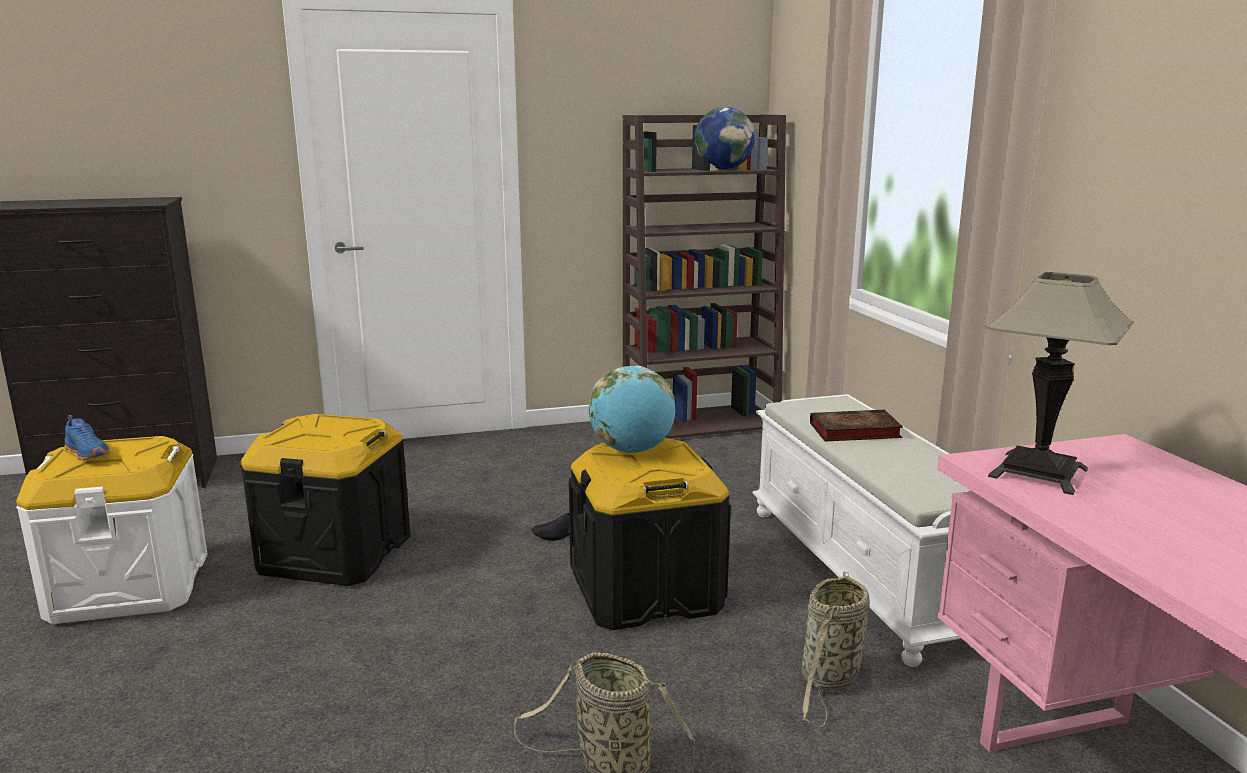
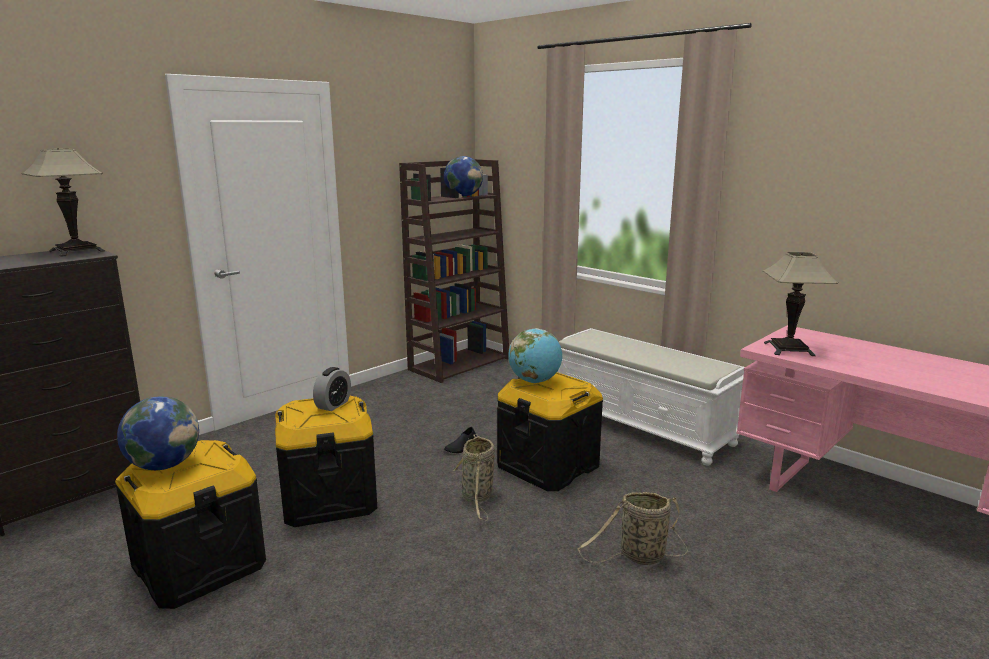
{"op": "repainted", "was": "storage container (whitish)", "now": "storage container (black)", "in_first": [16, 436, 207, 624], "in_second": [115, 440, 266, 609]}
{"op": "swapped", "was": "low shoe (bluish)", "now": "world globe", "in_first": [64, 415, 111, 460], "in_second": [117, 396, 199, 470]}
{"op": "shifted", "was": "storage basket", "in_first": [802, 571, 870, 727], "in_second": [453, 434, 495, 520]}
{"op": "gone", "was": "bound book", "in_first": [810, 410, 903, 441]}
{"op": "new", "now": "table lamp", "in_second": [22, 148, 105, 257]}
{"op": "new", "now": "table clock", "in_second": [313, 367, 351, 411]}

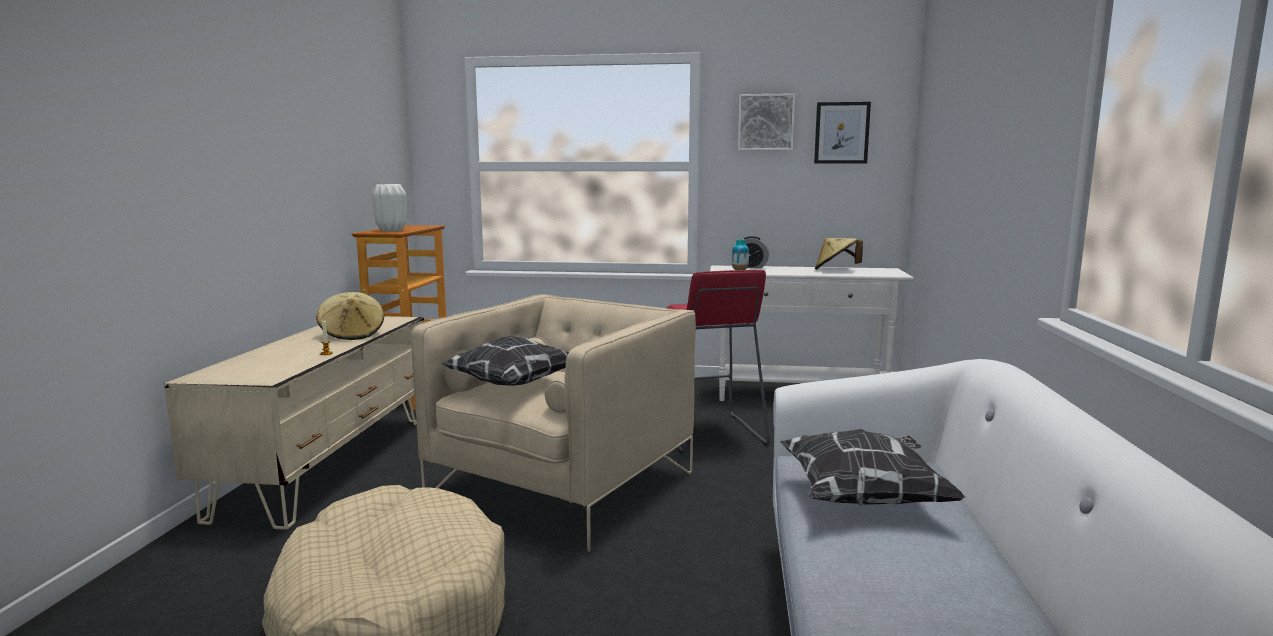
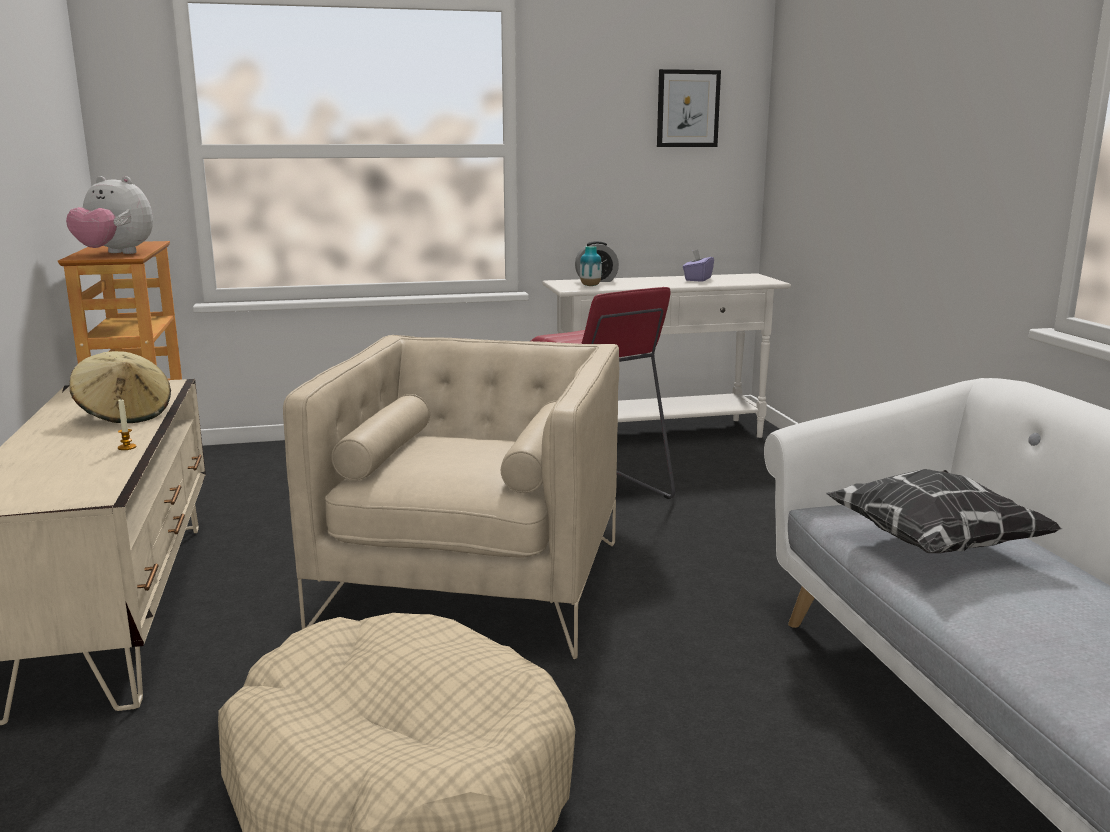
{"op": "swapped", "was": "flower vase (whitish)", "now": "plush toy", "in_first": [372, 184, 407, 232], "in_second": [66, 176, 153, 254]}
{"op": "gone", "was": "pillow", "in_first": [441, 336, 569, 386]}
{"op": "gone", "was": "picture", "in_first": [738, 93, 795, 150]}
{"op": "swapped", "was": "hat (beige-coloured)", "now": "tissue box (purplish)", "in_first": [815, 238, 863, 270], "in_second": [683, 249, 714, 282]}

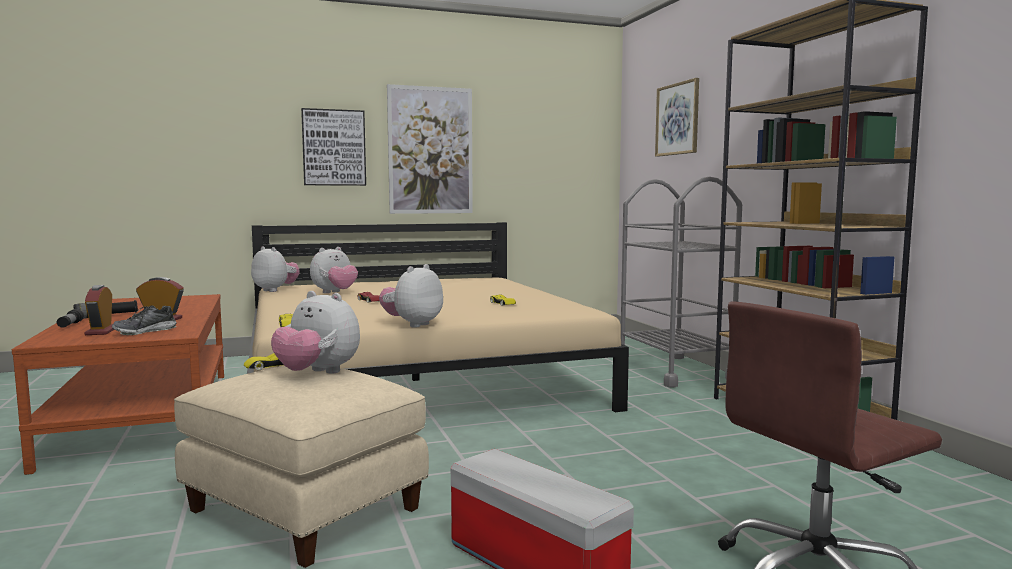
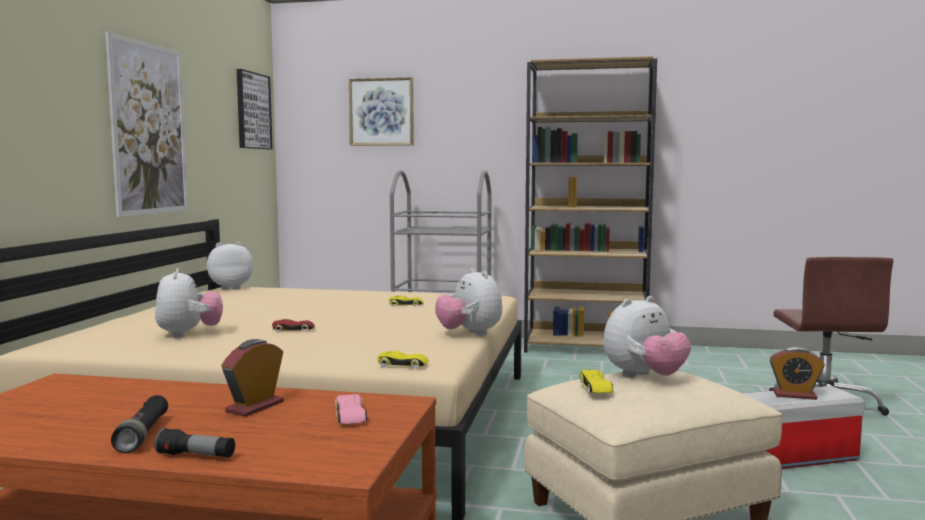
{"op": "shifted", "was": "table clock", "in_first": [84, 285, 114, 335], "in_second": [769, 347, 825, 400]}
{"op": "swapped", "was": "low shoe", "now": "miniature car (pink)", "in_first": [112, 305, 177, 335], "in_second": [335, 394, 367, 425]}
{"op": "shifted", "was": "plush toy", "in_first": [251, 246, 300, 292], "in_second": [207, 242, 253, 290]}
{"op": "shifted", "was": "picture", "in_first": [301, 108, 366, 186], "in_second": [237, 69, 273, 149]}

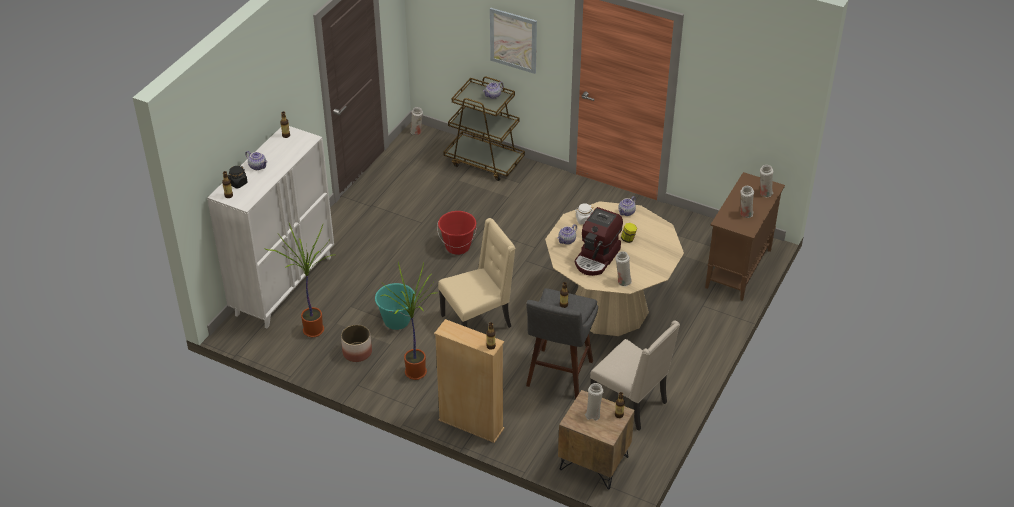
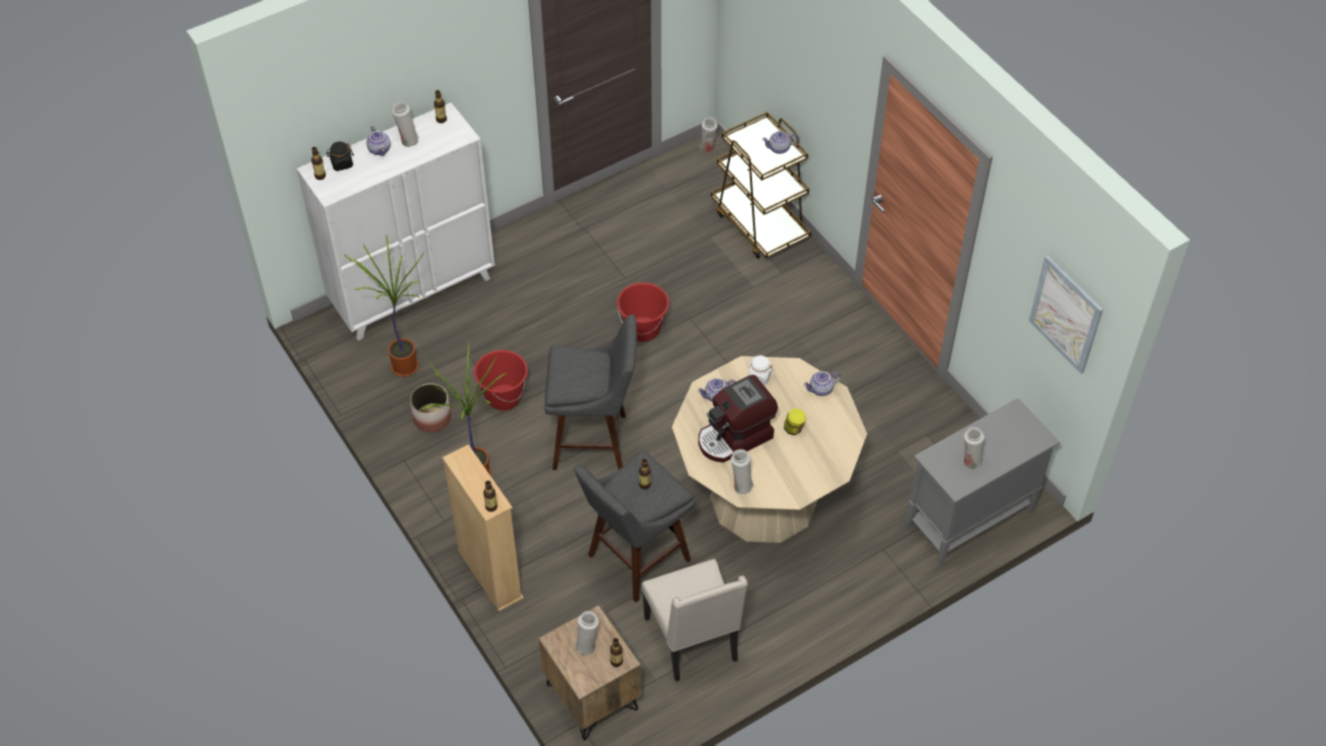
{"op": "repainted", "was": "bucket (turquoise-coloured)", "now": "bucket (reddish)", "in_first": [375, 283, 416, 330], "in_second": [474, 350, 528, 411]}
{"op": "swapped", "was": "plain chair (beige-coloured)", "now": "sitting stool (gray)", "in_first": [438, 218, 515, 328], "in_second": [544, 315, 637, 470]}
{"op": "shifted", "was": "picture", "in_first": [490, 8, 537, 74], "in_second": [1029, 255, 1103, 374]}
{"op": "repainted", "was": "cupboard (brown)", "now": "cupboard (gray)", "in_first": [705, 172, 785, 301], "in_second": [905, 398, 1060, 567]}
{"op": "shifted", "was": "flower vase (whitish)", "in_first": [760, 165, 774, 197], "in_second": [392, 102, 418, 147]}

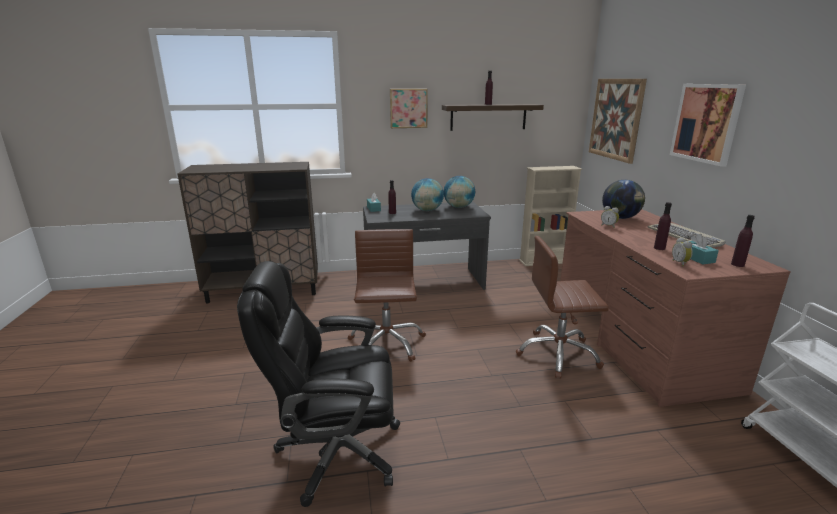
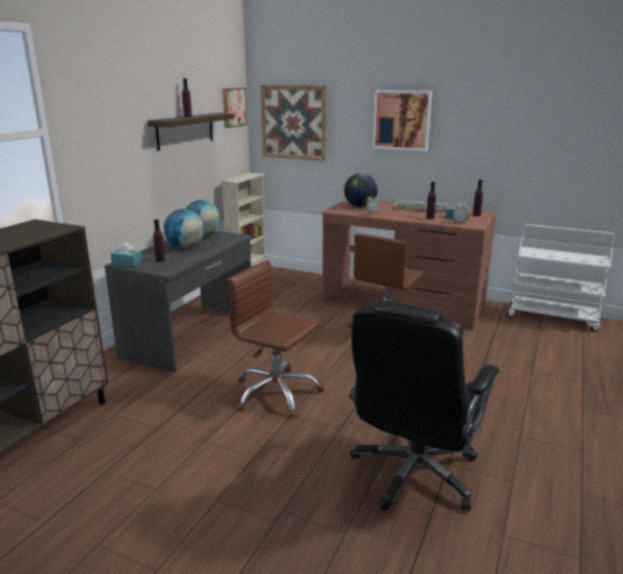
{"op": "shifted", "was": "picture", "in_first": [390, 89, 428, 128], "in_second": [222, 88, 247, 128]}

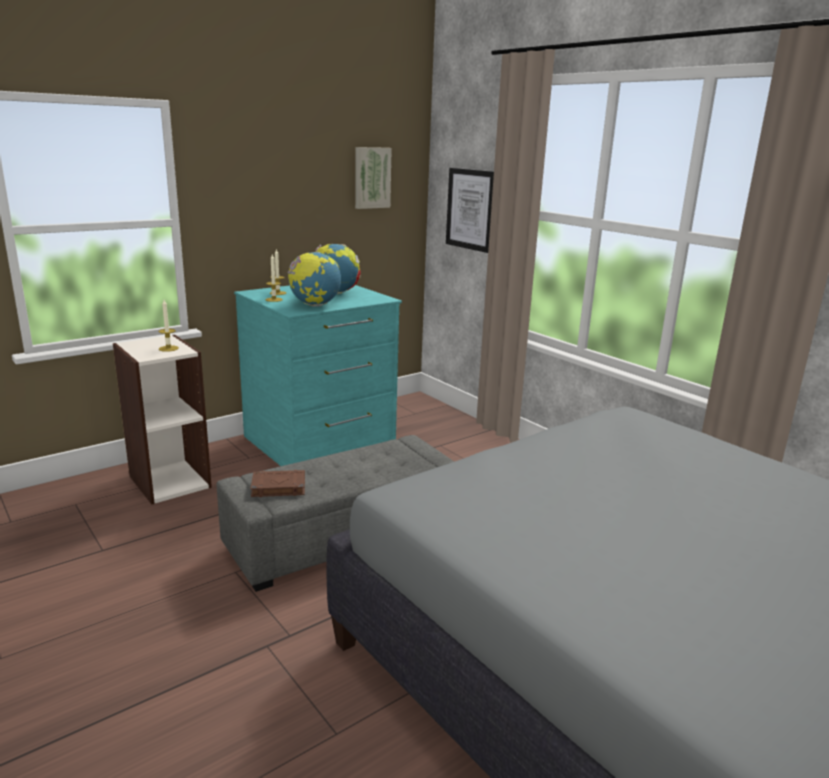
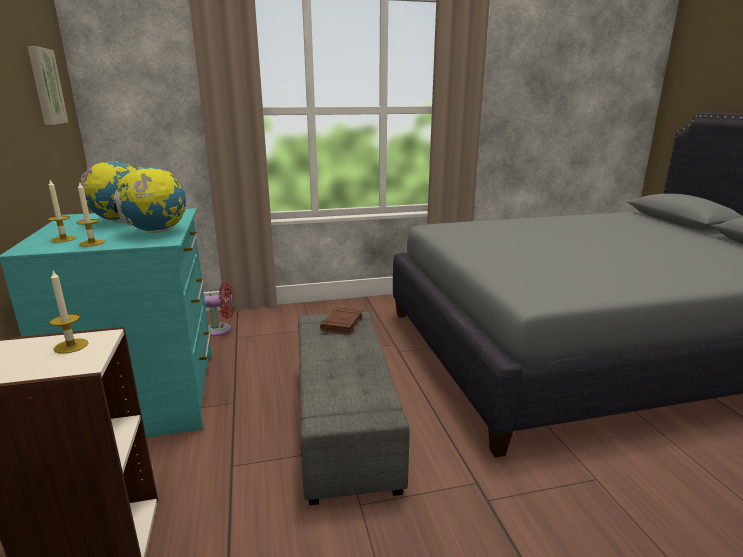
{"op": "shifted", "was": "bound book (brown)", "in_first": [250, 470, 305, 497], "in_second": [320, 307, 363, 335]}
{"op": "gone", "was": "picture", "in_first": [446, 168, 494, 253]}
{"op": "new", "now": "fan (reddish)", "in_second": [204, 283, 234, 336]}

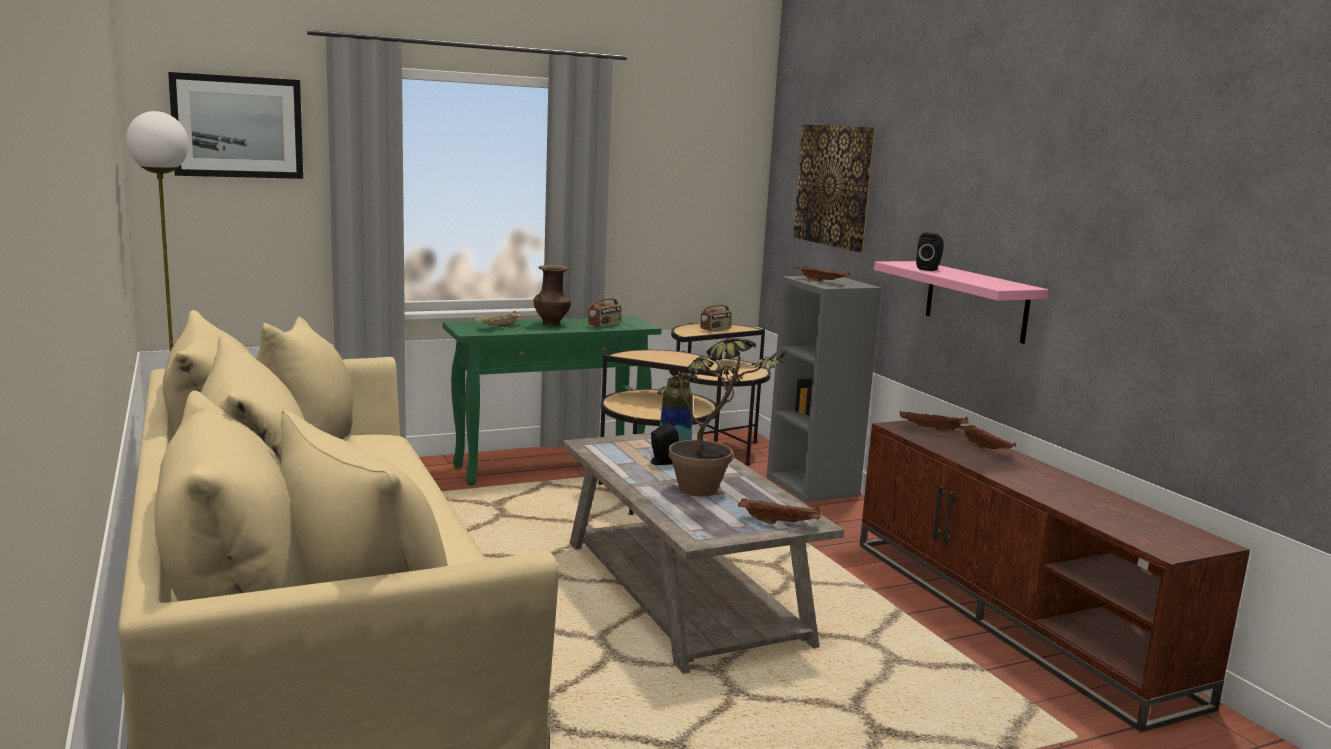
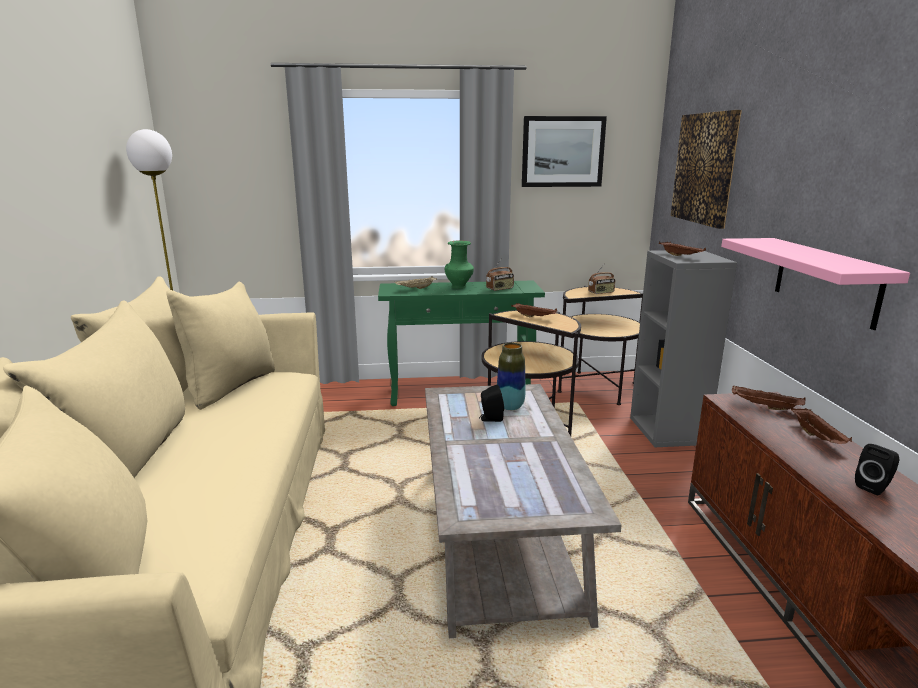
{"op": "shifted", "was": "picture", "in_first": [168, 72, 303, 179], "in_second": [522, 116, 607, 187]}
{"op": "repainted", "was": "flower vase (brown)", "now": "flower vase (green-coloured)", "in_first": [533, 265, 571, 326], "in_second": [445, 240, 474, 289]}
{"op": "gone", "was": "plant in a pot", "in_first": [657, 338, 787, 497]}
{"op": "shifted", "was": "tray (brown)", "in_first": [738, 498, 821, 524], "in_second": [511, 303, 558, 317]}
{"op": "shifted", "was": "audio speaker (black)", "in_first": [916, 232, 944, 271], "in_second": [855, 444, 899, 495]}

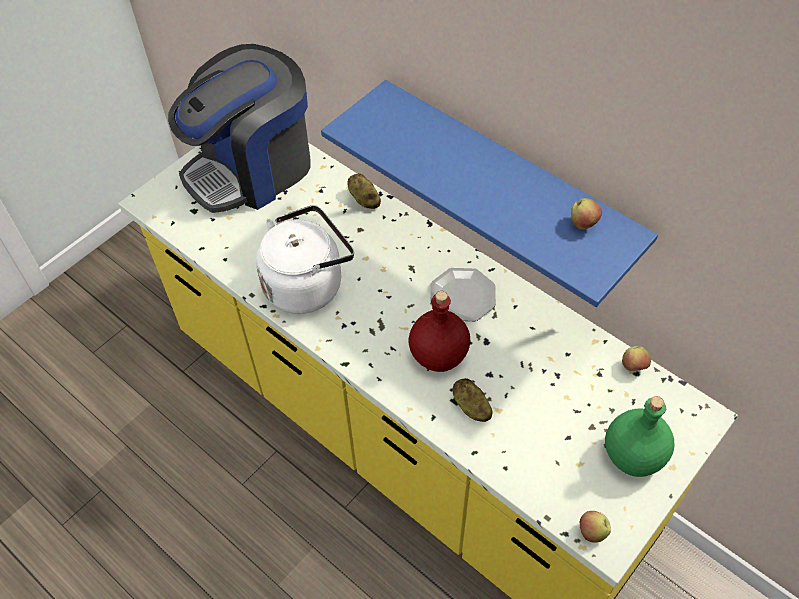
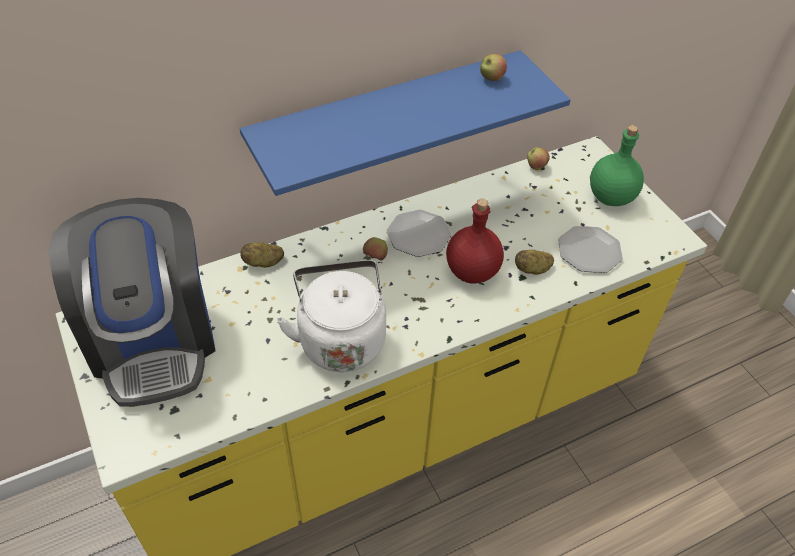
{"op": "shifted", "was": "apple", "in_first": [579, 511, 611, 543], "in_second": [363, 237, 388, 261]}
{"op": "new", "now": "plate", "in_second": [558, 226, 623, 273]}

